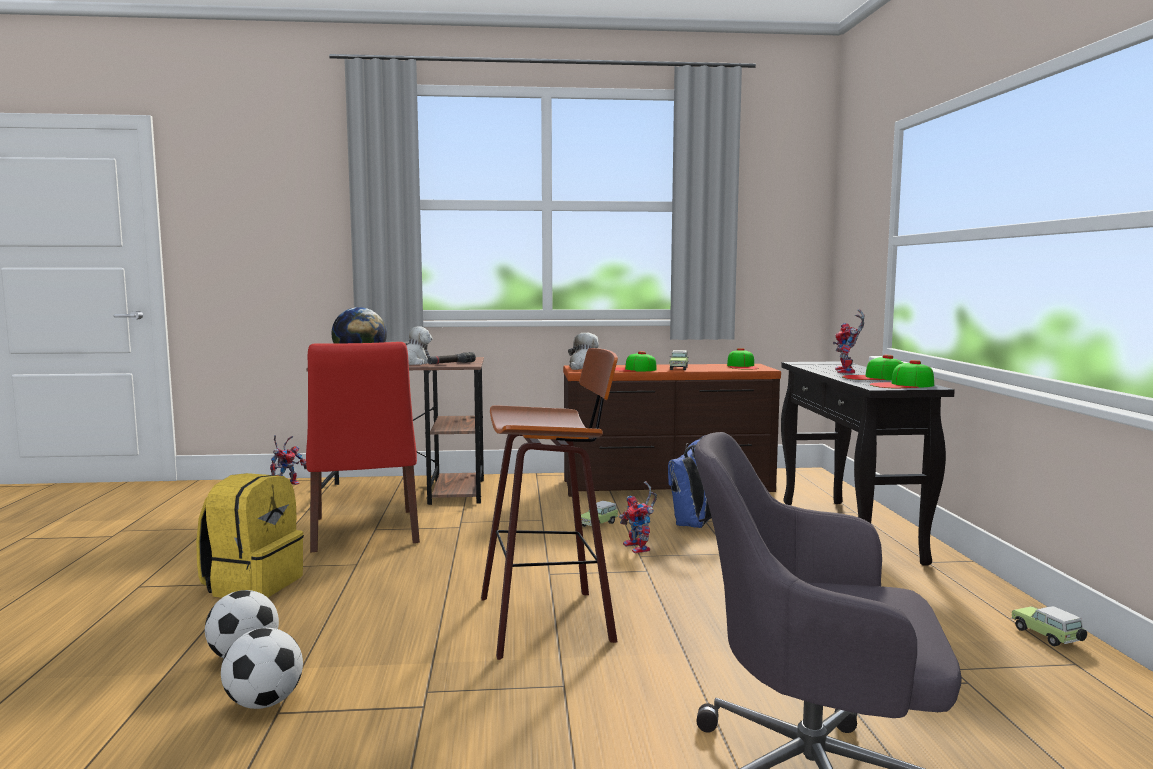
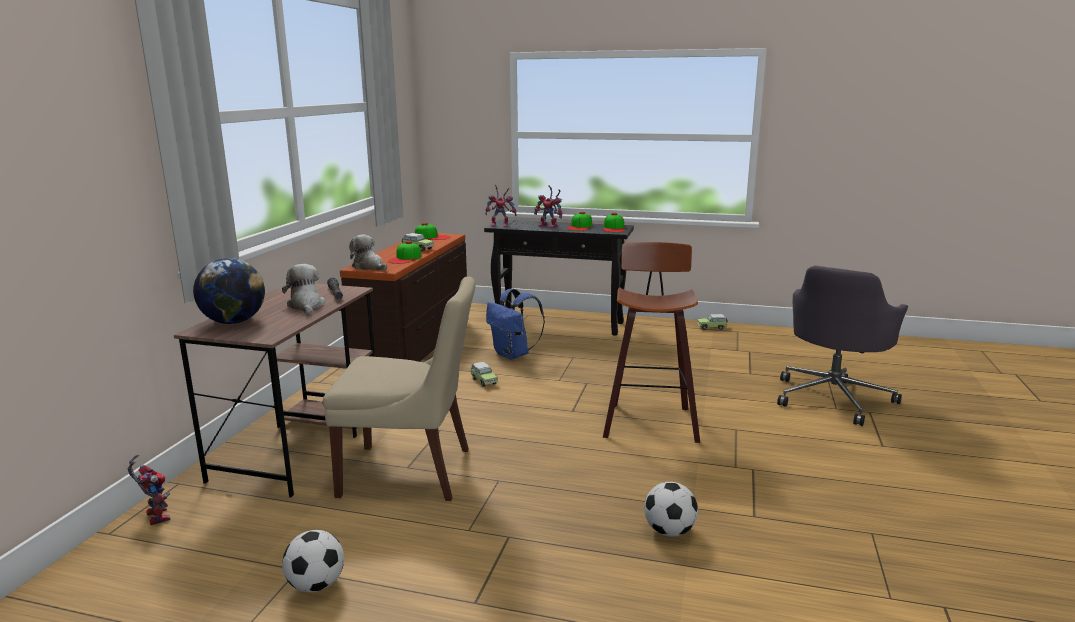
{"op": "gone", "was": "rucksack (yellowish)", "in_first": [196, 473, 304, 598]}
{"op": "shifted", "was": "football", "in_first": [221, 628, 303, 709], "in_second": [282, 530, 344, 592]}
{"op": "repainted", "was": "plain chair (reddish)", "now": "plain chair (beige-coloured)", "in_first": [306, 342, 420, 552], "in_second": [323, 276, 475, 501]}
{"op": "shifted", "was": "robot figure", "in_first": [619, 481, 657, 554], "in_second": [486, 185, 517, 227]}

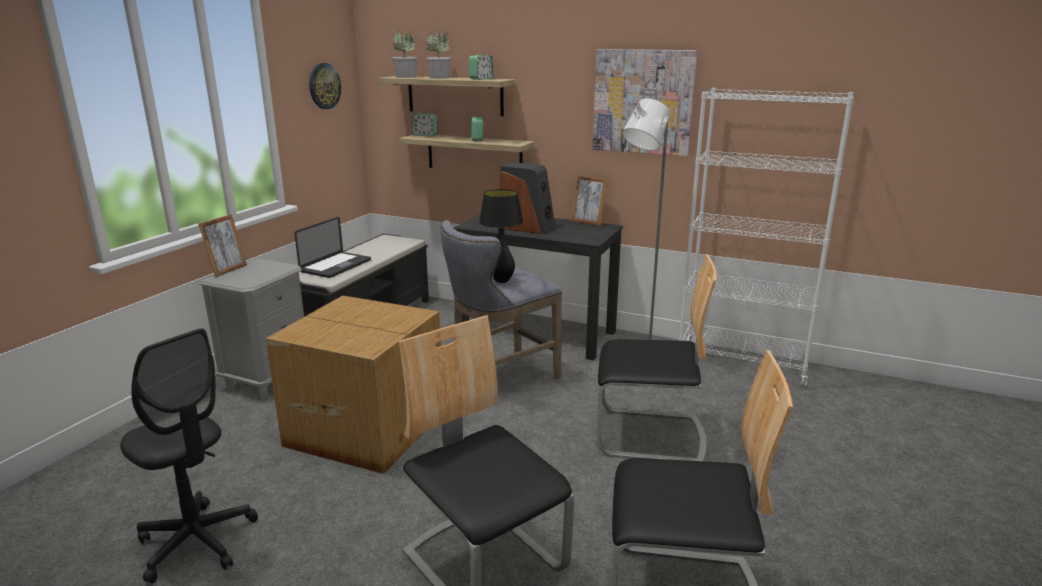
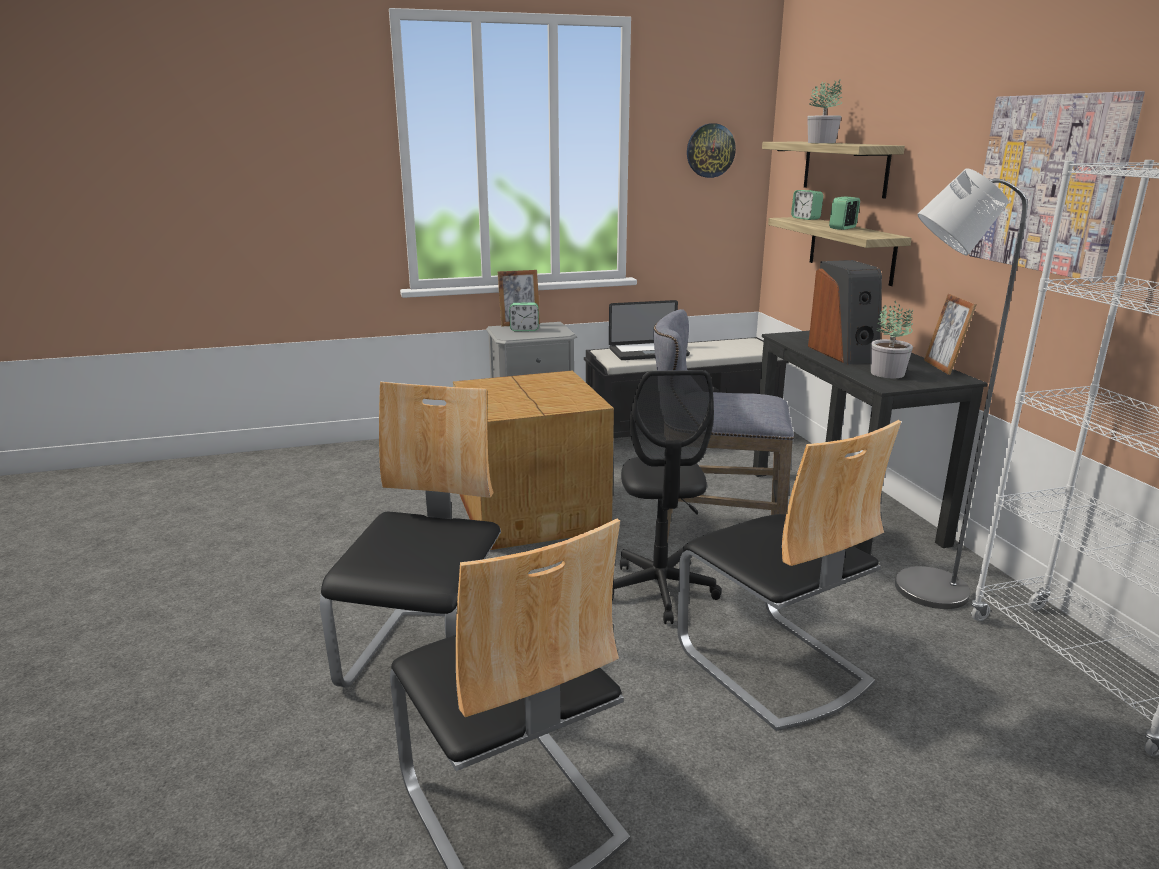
{"op": "shifted", "was": "desk chair (black)", "in_first": [120, 328, 258, 583], "in_second": [612, 370, 722, 624]}
{"op": "shifted", "was": "plant in a pot", "in_first": [392, 31, 417, 78], "in_second": [871, 301, 913, 378]}
{"op": "shifted", "was": "table clock", "in_first": [469, 55, 493, 80], "in_second": [509, 302, 539, 331]}
{"op": "gone", "was": "table lamp (black)", "in_first": [479, 189, 523, 283]}

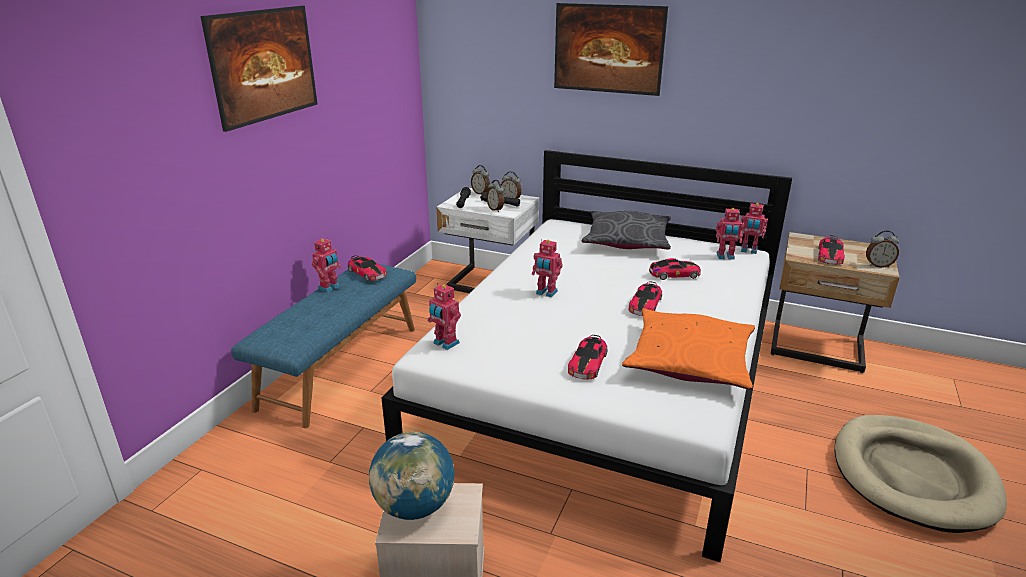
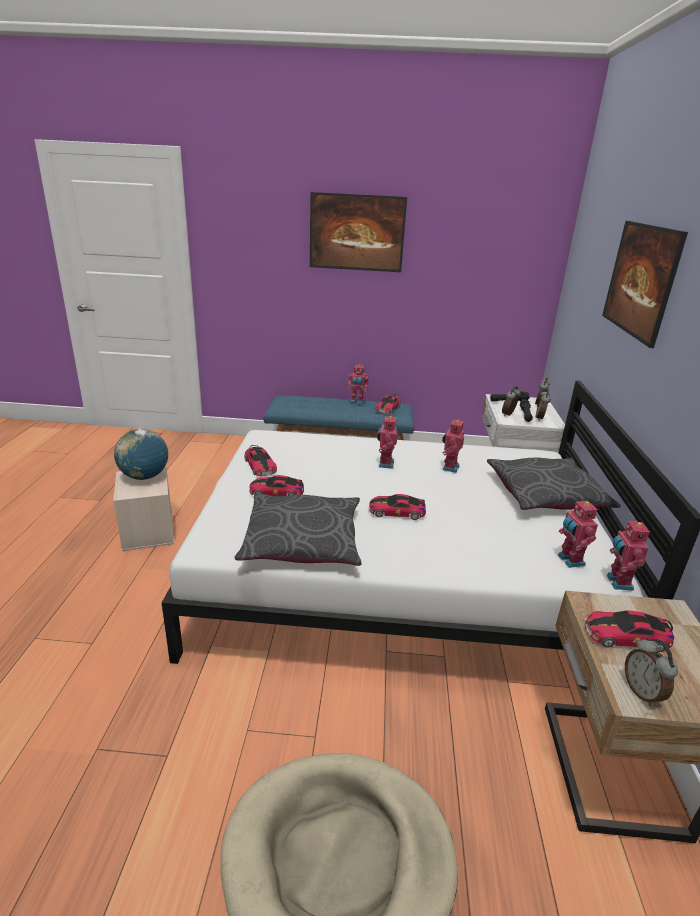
{"op": "shifted", "was": "robot figure", "in_first": [427, 283, 461, 350], "in_second": [442, 420, 464, 473]}
{"op": "repainted", "was": "pillow (orange-coloured)", "now": "pillow (gray)", "in_first": [622, 308, 755, 390], "in_second": [235, 493, 362, 566]}
{"op": "shifted", "was": "miniature car", "in_first": [649, 258, 701, 280], "in_second": [244, 445, 277, 476]}

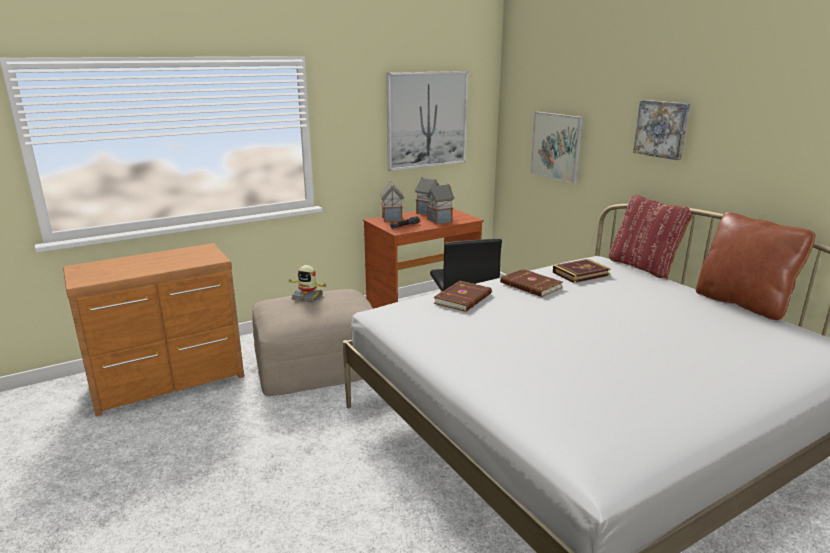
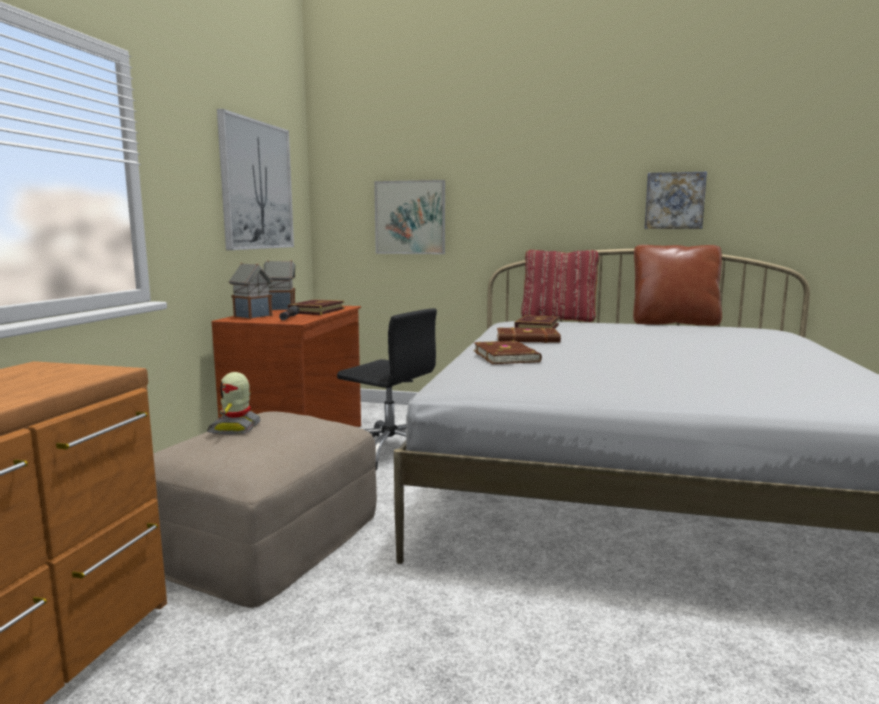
{"op": "rotated", "was": "robot figure", "in_first": [289, 265, 327, 302], "in_second": [207, 372, 261, 434], "clockwise": 120}
{"op": "swapped", "was": "miniature house", "now": "bound book", "in_first": [426, 184, 454, 224], "in_second": [288, 299, 345, 315]}
{"op": "shifted", "was": "picture", "in_first": [633, 100, 690, 160], "in_second": [644, 172, 707, 229]}

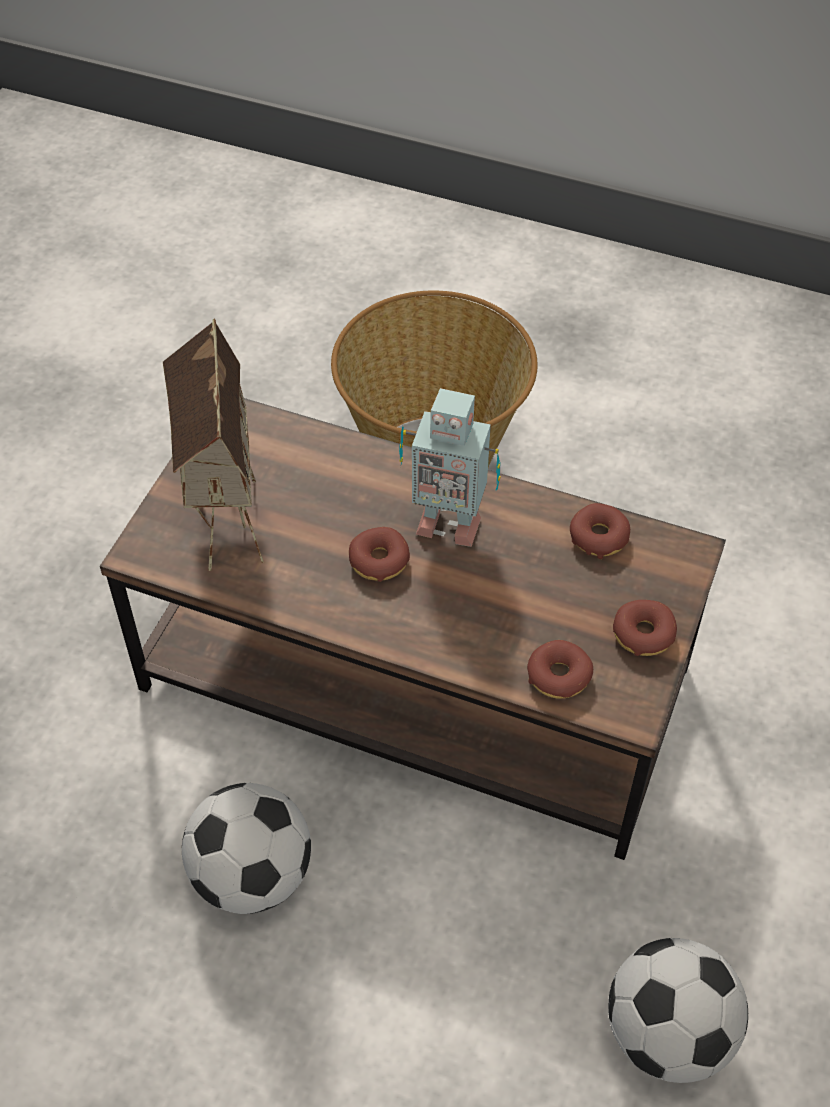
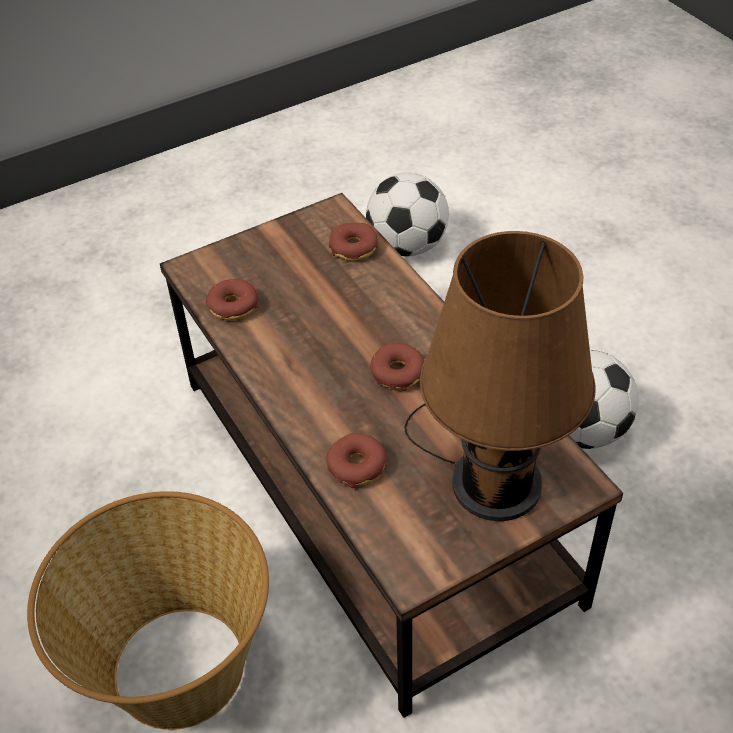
{"op": "swapped", "was": "miniature house", "now": "table lamp (brown)", "in_first": [163, 318, 264, 571], "in_second": [404, 231, 595, 521]}
{"op": "gone", "was": "robot figure", "in_first": [399, 388, 501, 547]}
{"op": "shifted", "was": "donut", "in_first": [613, 600, 677, 656], "in_second": [326, 433, 386, 488]}

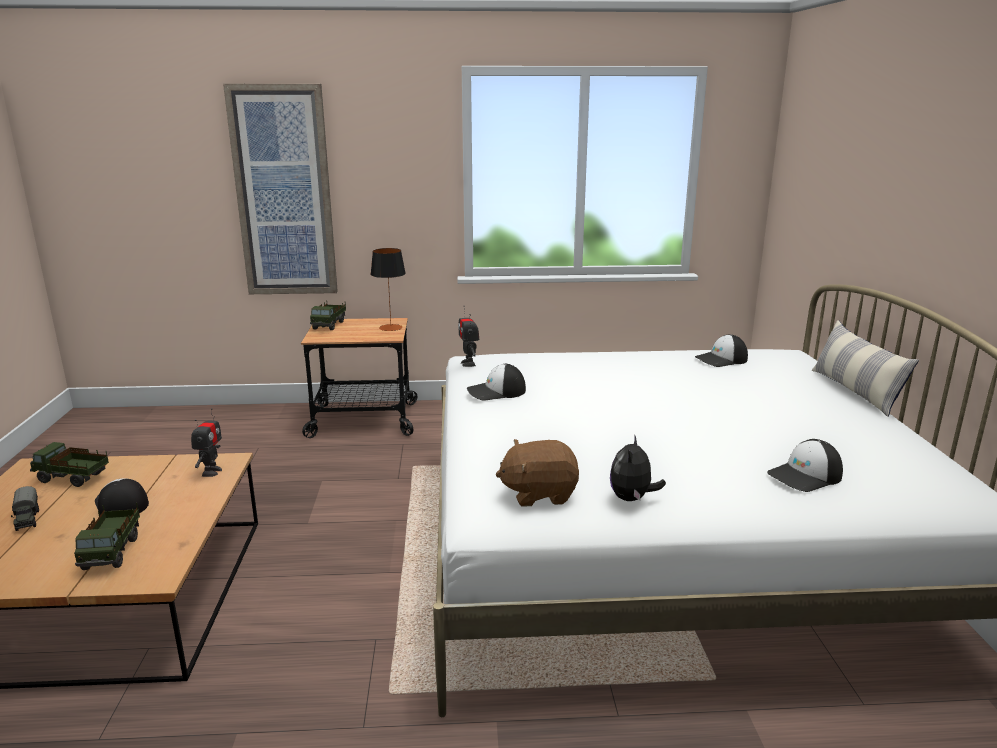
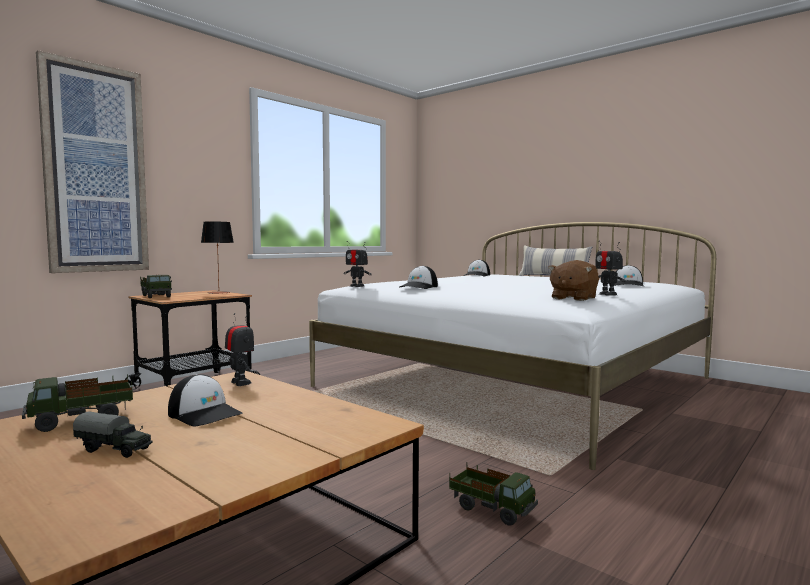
{"op": "shifted", "was": "toy lorry", "in_first": [74, 503, 140, 570], "in_second": [449, 465, 538, 526]}
{"op": "rotated", "was": "peaked cap", "in_first": [95, 478, 149, 515], "in_second": [168, 374, 242, 427], "clockwise": -150}
{"op": "swapped", "was": "plush toy", "now": "robot figure", "in_first": [610, 436, 666, 501], "in_second": [595, 241, 625, 296]}

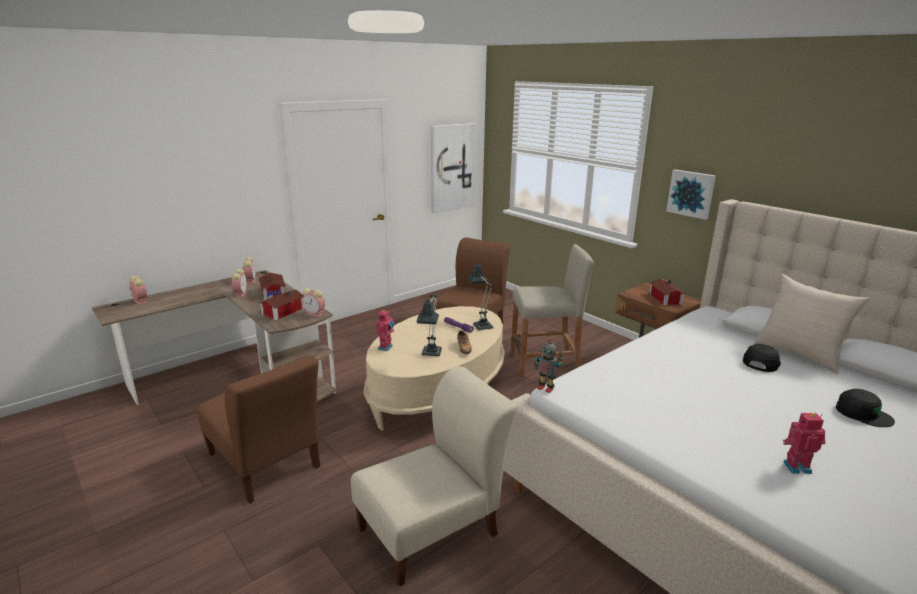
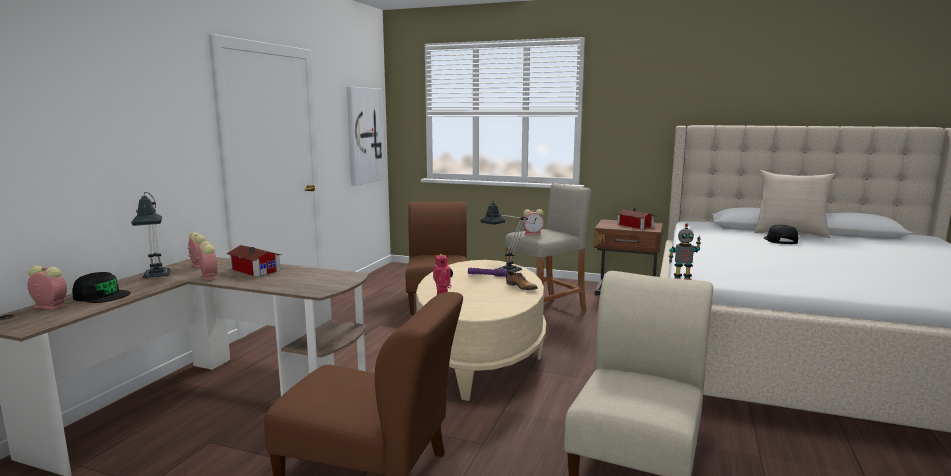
{"op": "gone", "was": "miniature house", "in_first": [260, 290, 304, 320]}
{"op": "shifted", "was": "table clock", "in_first": [302, 288, 325, 317], "in_second": [522, 209, 544, 235]}
{"op": "shifted", "was": "table lamp", "in_first": [416, 294, 442, 356], "in_second": [131, 192, 171, 279]}
{"op": "gone", "was": "picture", "in_first": [666, 170, 716, 220]}
{"op": "gone", "was": "robot figure", "in_first": [783, 413, 825, 474]}
{"op": "shifted", "was": "peaked cap (black)", "in_first": [836, 389, 895, 427], "in_second": [72, 272, 131, 303]}

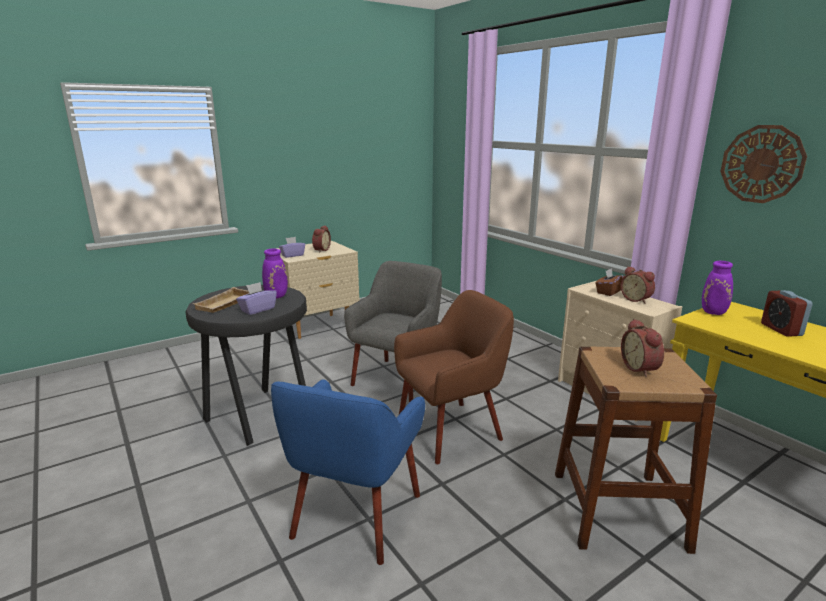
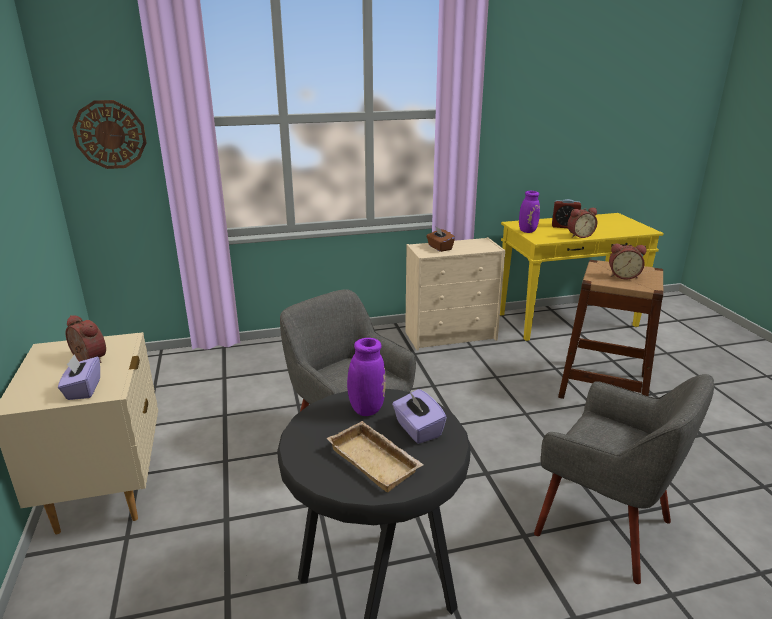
{"op": "repainted", "was": "armchair (bluish)", "now": "armchair (gray)", "in_first": [271, 379, 425, 565], "in_second": [534, 374, 714, 584]}
{"op": "gone", "was": "armchair (brown)", "in_first": [394, 290, 514, 464]}
{"op": "shifted", "was": "table clock", "in_first": [621, 266, 655, 304], "in_second": [567, 208, 597, 238]}
{"op": "shifted", "was": "clock on the wall", "in_first": [720, 125, 807, 203], "in_second": [72, 100, 147, 169]}

